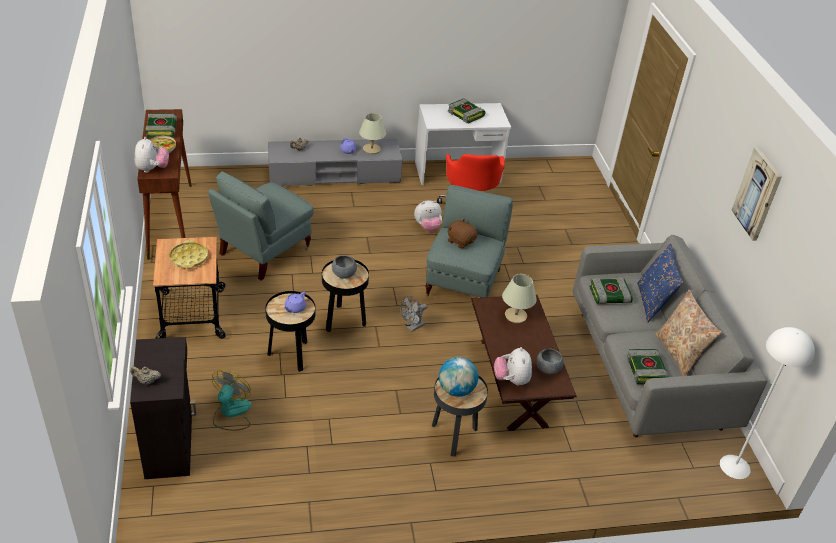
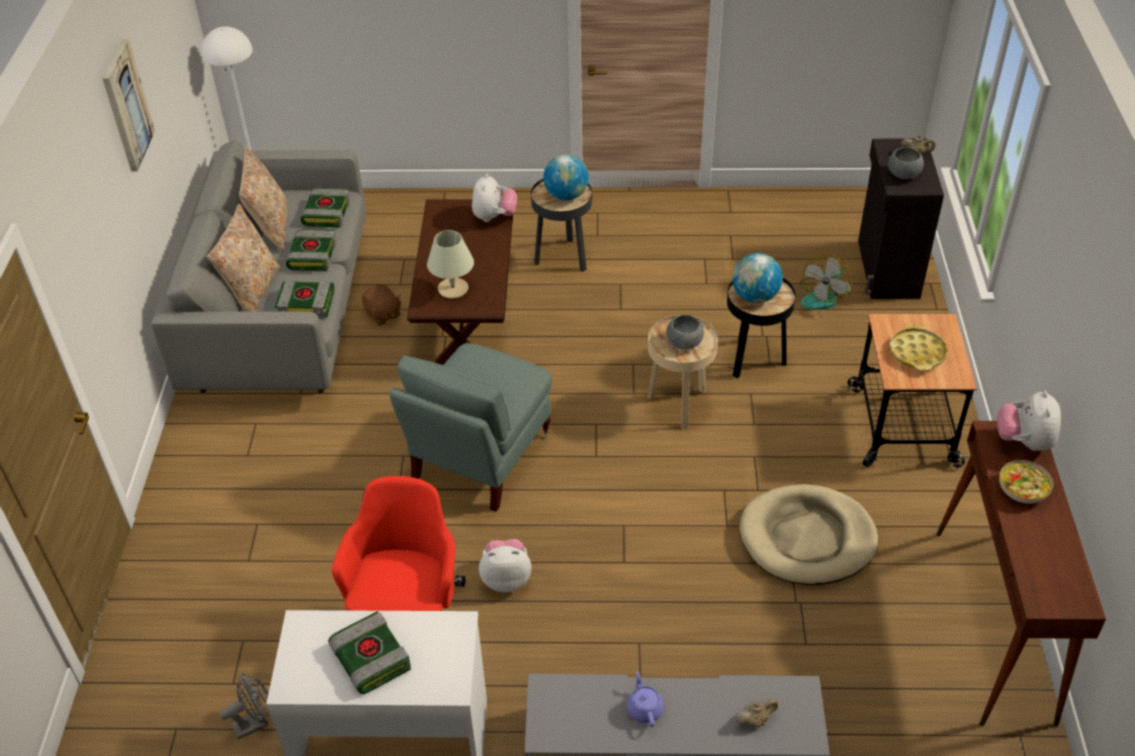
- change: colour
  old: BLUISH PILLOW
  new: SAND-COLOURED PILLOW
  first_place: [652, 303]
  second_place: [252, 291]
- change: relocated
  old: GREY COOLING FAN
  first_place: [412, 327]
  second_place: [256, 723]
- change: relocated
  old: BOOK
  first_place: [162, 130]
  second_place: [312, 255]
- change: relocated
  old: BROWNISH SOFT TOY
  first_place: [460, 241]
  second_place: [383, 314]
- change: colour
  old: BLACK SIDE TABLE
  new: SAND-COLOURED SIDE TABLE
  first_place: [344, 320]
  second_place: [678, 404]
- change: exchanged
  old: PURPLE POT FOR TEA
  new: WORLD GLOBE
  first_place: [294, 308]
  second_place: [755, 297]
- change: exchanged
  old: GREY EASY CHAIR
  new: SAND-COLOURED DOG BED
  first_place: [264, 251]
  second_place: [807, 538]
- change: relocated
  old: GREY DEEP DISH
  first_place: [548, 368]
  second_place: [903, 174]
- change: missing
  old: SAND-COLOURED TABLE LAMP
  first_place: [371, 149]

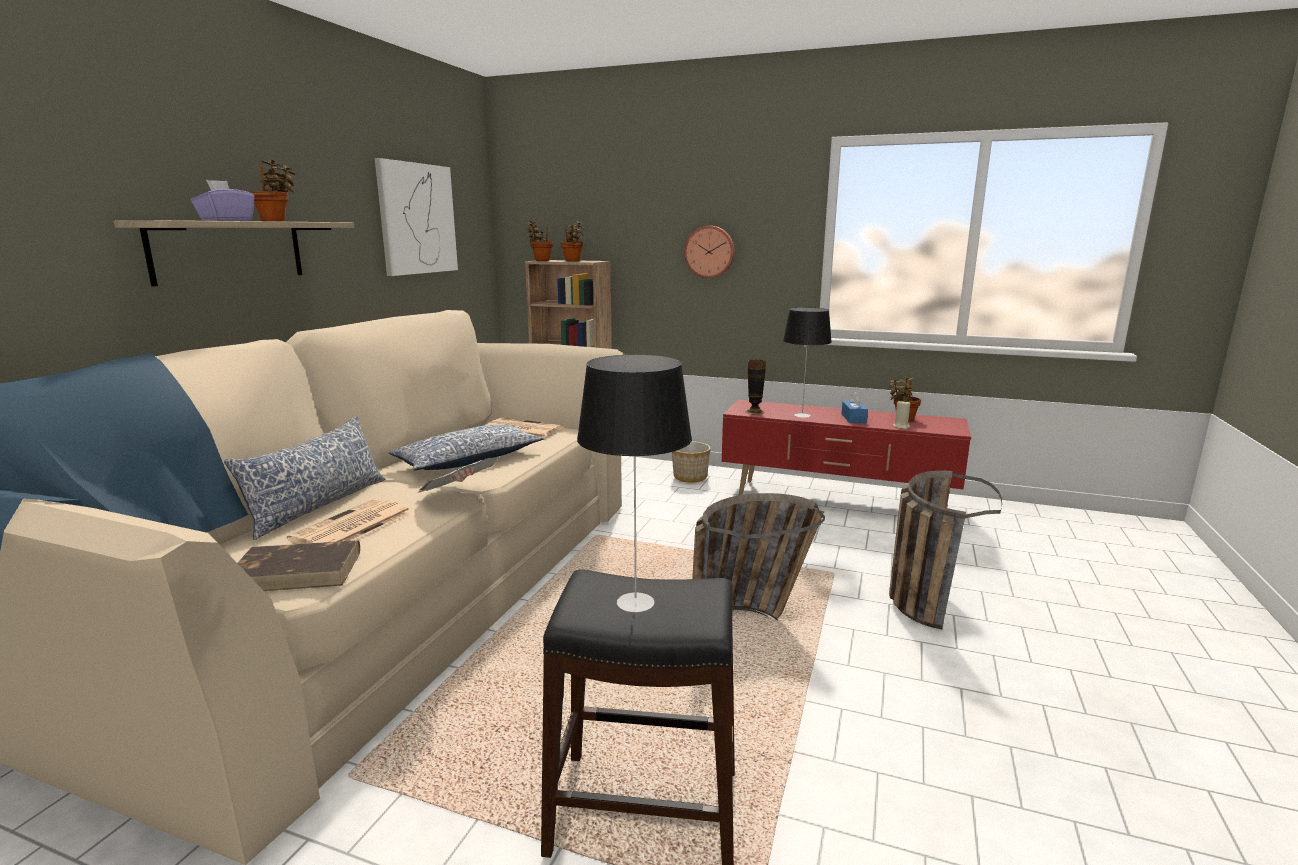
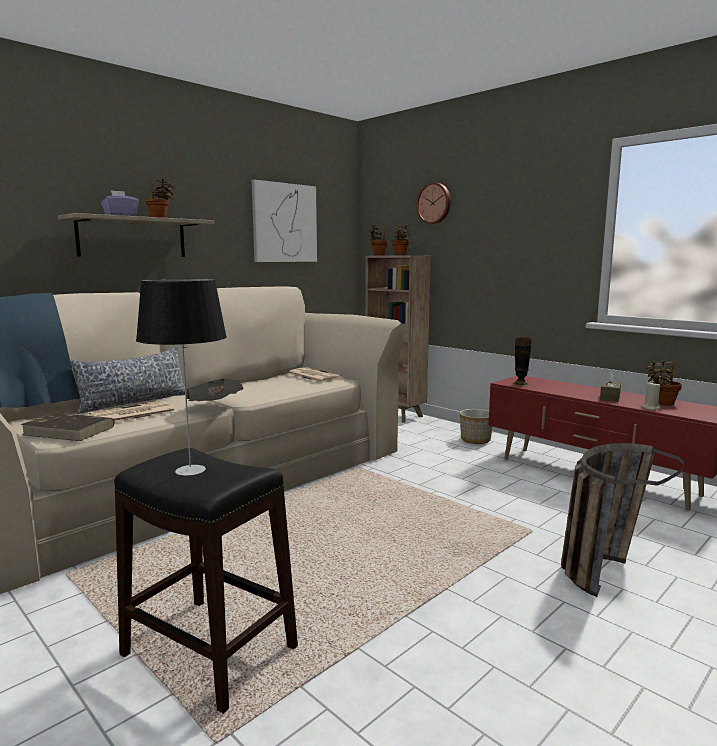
- change: relocated
  old: HANGING CLOCK
  first_place: [710, 252]
  second_place: [434, 203]
- change: colour
  old: BLUISH BOX OF TISSUES
  new: BROWNISH BOX OF TISSUES
  first_place: [853, 418]
  second_place: [610, 397]
- change: missing
  old: PILLOW
  first_place: [468, 461]
- change: missing
  old: HOUSEHOLD BASKET
  first_place: [749, 621]
- change: missing
  old: TABLE LAMP
  first_place: [802, 415]

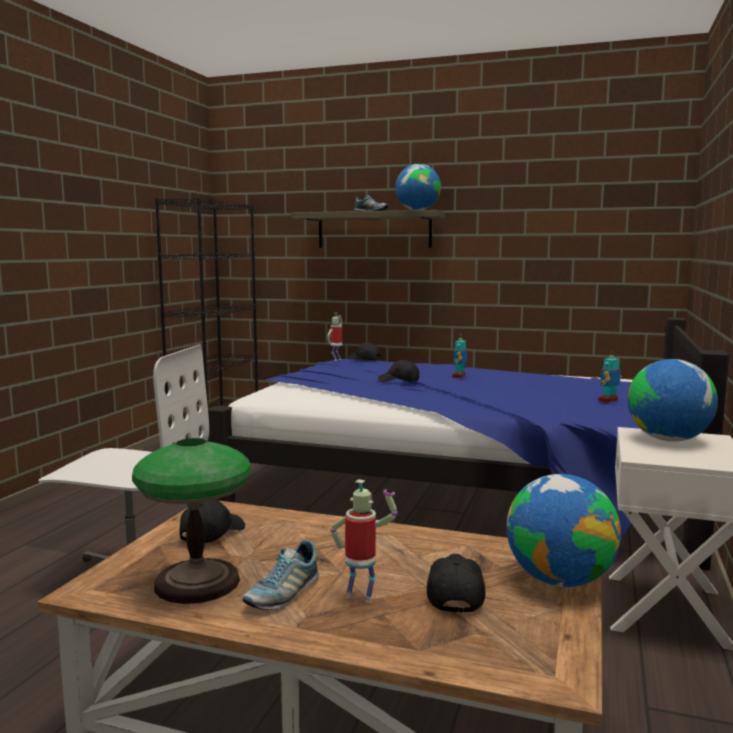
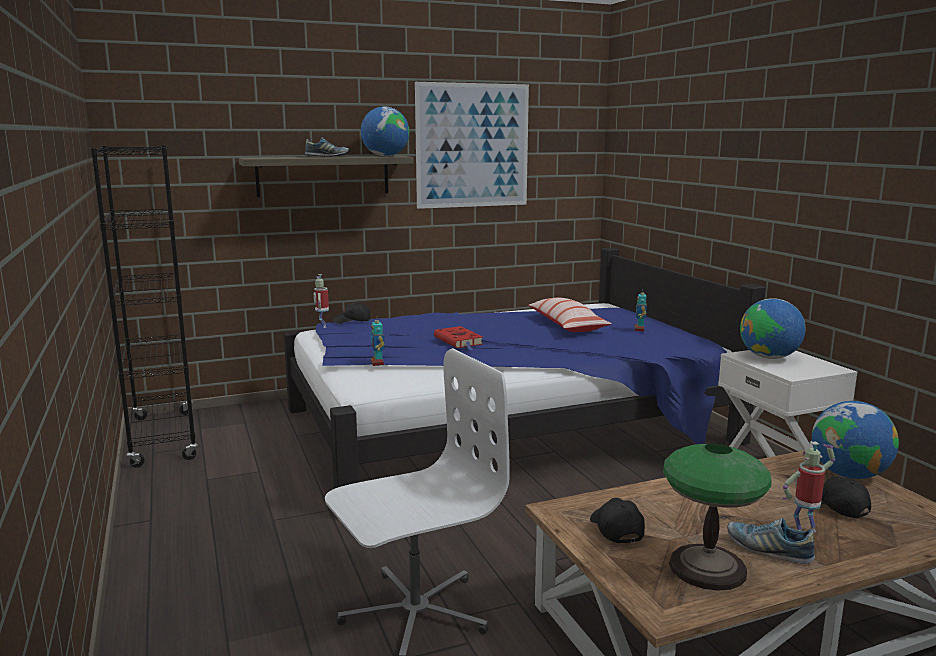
- change: relocated
  old: MODEL ROBOT
  first_place: [459, 376]
  second_place: [377, 363]
- change: appeared
  new: PICTURE
  second_place: [472, 146]
- change: exchanged
  old: BLACK CAP
  new: RED BOOK
  first_place: [399, 381]
  second_place: [459, 341]
- change: appeared
  new: PILLOW
  second_place: [566, 325]
- change: spun
  old: ITEM OF FOOTWEAR
  first_place: [283, 594]
  second_place: [768, 550]
  degrees: 135

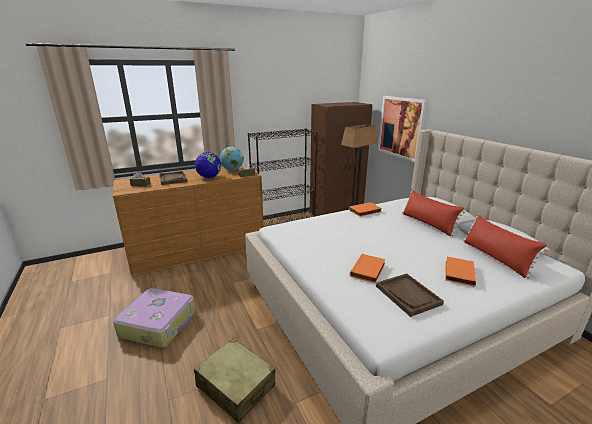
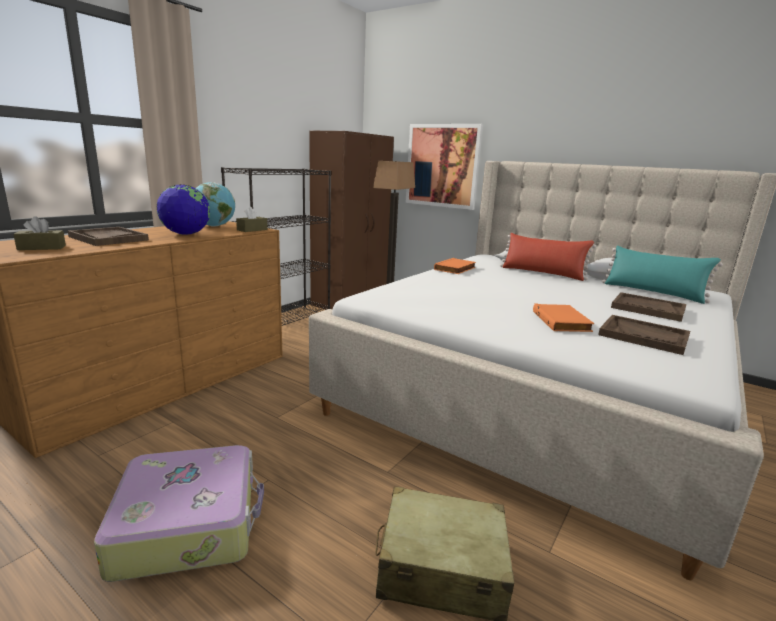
- change: colour
  old: RED PILLOW
  new: BLUE-GREEN PILLOW
  first_place: [495, 258]
  second_place: [653, 292]
- change: exchanged
  old: ORANGE-COLOURED BOOK
  new: BROWNISH SERVING TRAY
  first_place: [458, 273]
  second_place: [647, 308]

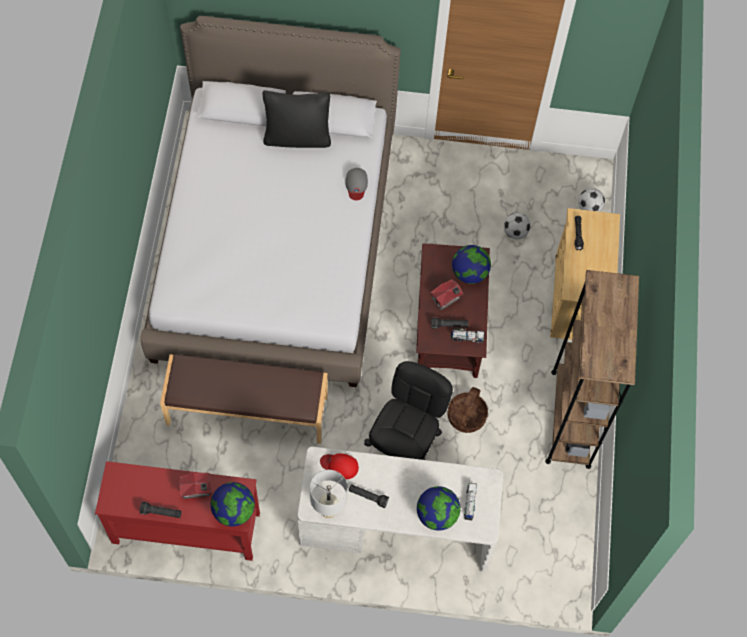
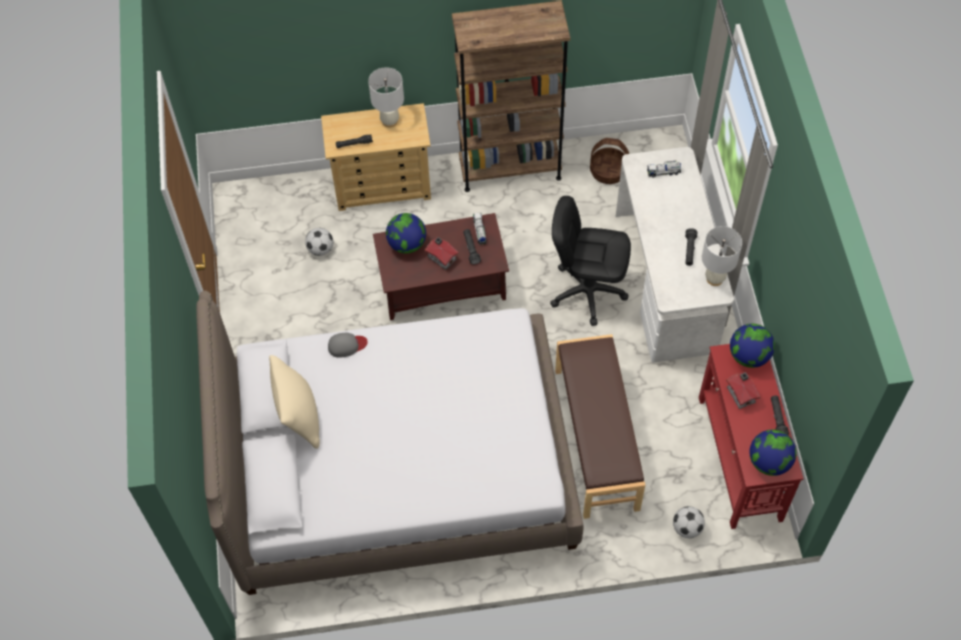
- change: colour
  old: BLACK PILLOW
  new: SAND-COLOURED PILLOW
  first_place: [297, 137]
  second_place: [299, 418]
- change: appeared
  new: WHITE TABLE LAMP
  second_place: [389, 121]
- change: relocated
  old: HOUSEHOLD BASKET
  first_place: [466, 416]
  second_place: [608, 171]
- change: relocated
  old: BALL FOR FOOTBALL
  first_place: [589, 208]
  second_place: [687, 528]
- change: relocated
  old: WORLD GLOBE
  first_place: [437, 515]
  second_place: [769, 462]
- change: missing
  old: RED CAP
  first_place: [340, 465]

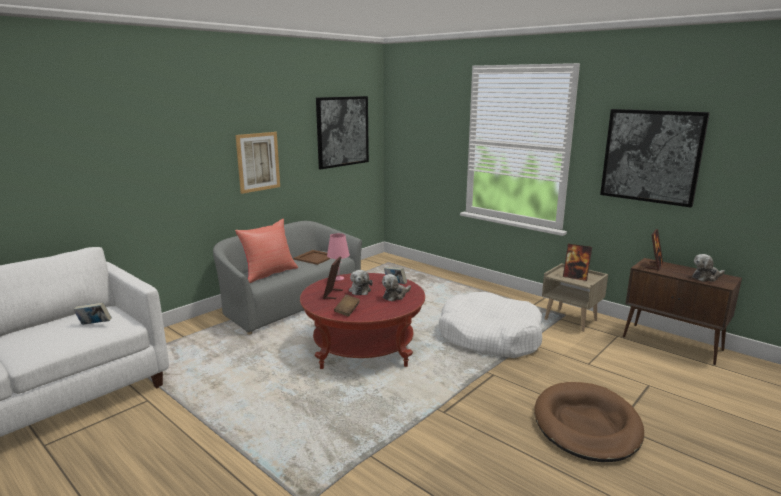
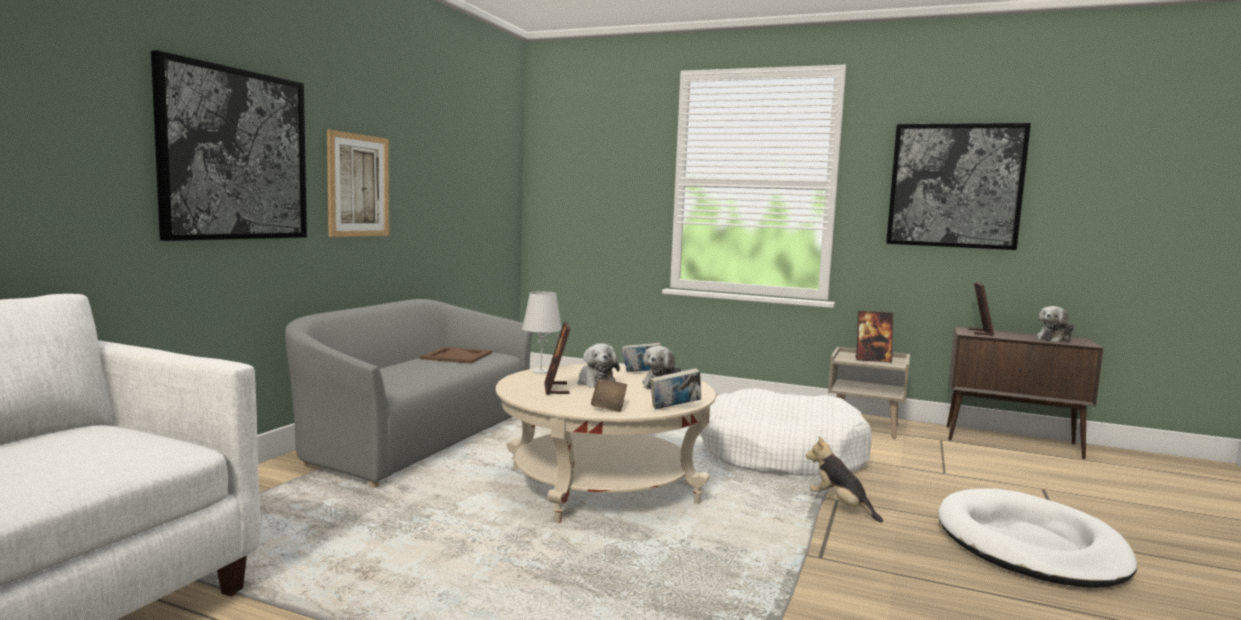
- change: relocated
  old: PICTURE
  first_place: [342, 131]
  second_place: [235, 155]
- change: colour
  old: RED LOW TABLE
  new: SAND-COLOURED LOW TABLE
  first_place: [363, 347]
  second_place: [602, 485]
- change: colour
  old: PINK TABLE LAMP
  new: WHITE TABLE LAMP
  first_place: [339, 278]
  second_place: [541, 371]
- change: relocated
  old: BOOK
  first_place: [94, 325]
  second_place: [675, 408]
- change: appeared
  new: SOFT TOY
  second_place: [840, 506]
- change: colour
  old: BROWNISH DOG BED
  new: WHITE DOG BED
  first_place: [586, 425]
  second_place: [1030, 545]
- change: missing
  old: RED PILLOW
  first_place: [269, 273]

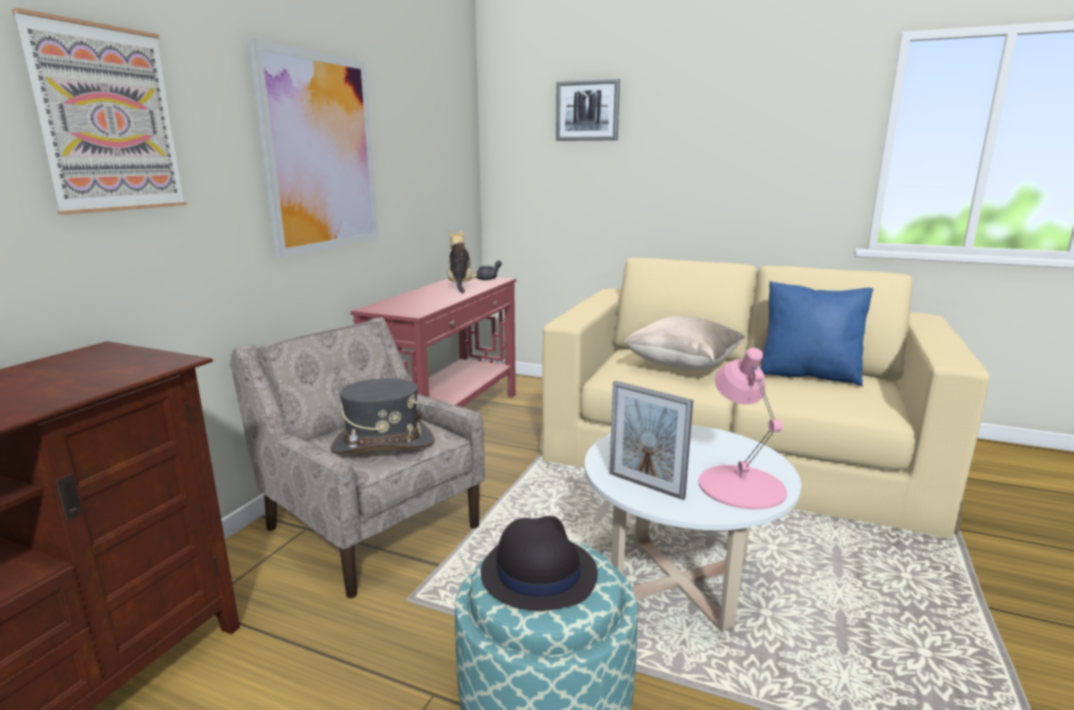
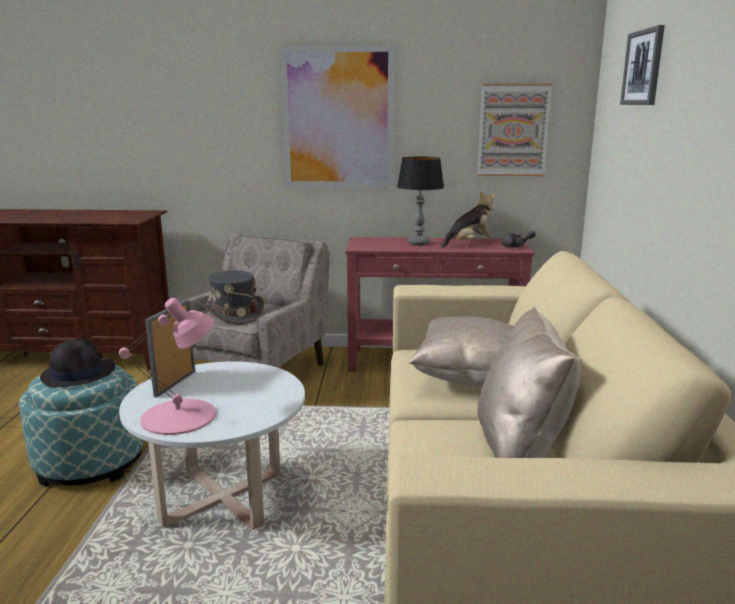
- change: appeared
  new: TABLE LAMP
  second_place: [419, 243]
- change: relocated
  old: PICTURE
  first_place: [107, 120]
  second_place: [513, 130]
- change: colour
  old: BLUISH PILLOW
  new: SAND-COLOURED PILLOW
  first_place: [808, 375]
  second_place: [520, 449]

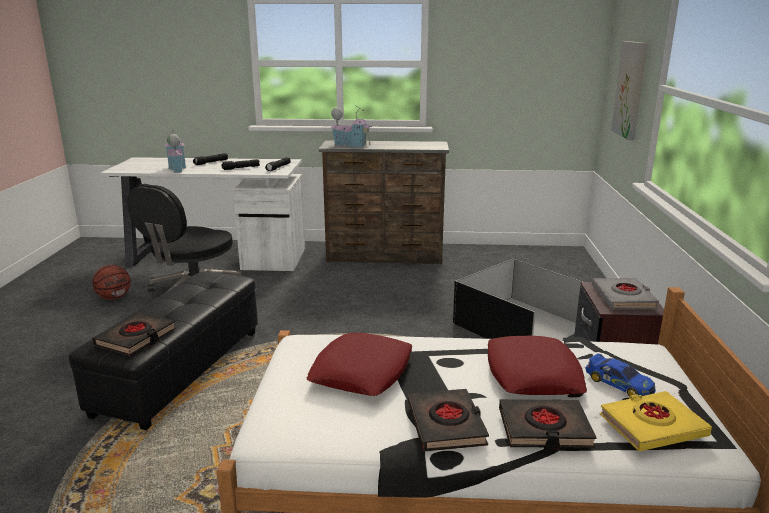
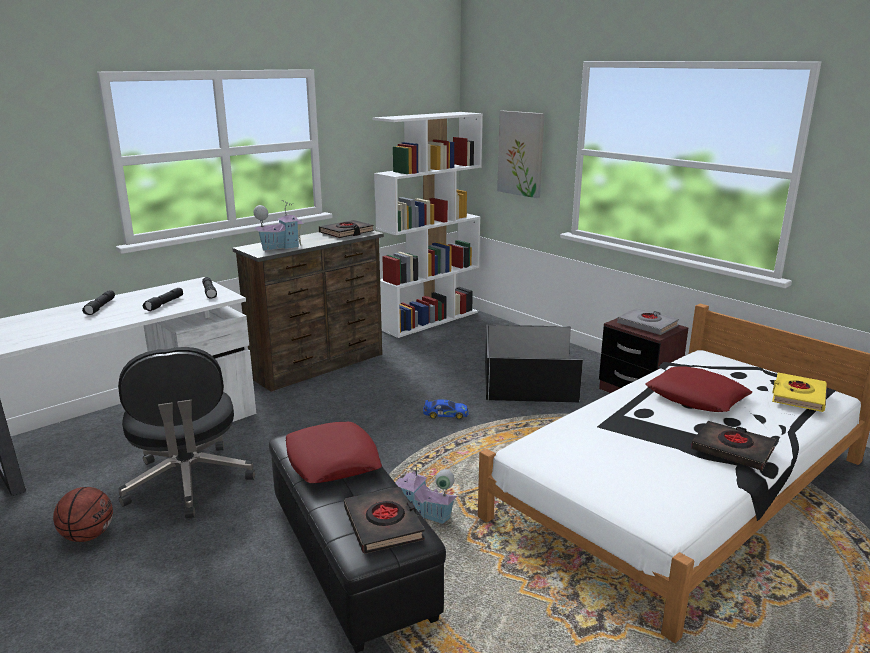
- change: relocated
  old: RED PILLOW
  first_place: [362, 372]
  second_place: [332, 461]
- change: relocated
  old: BLACK BOOK
  first_place: [544, 429]
  second_place: [346, 232]
- change: appeared
  new: WHITE SHELVING UNIT
  second_place: [430, 320]
- change: relocated
  old: MINIATURE HOUSE
  first_place: [177, 169]
  second_place: [424, 515]
- change: relocated
  old: TOY CAR
  first_place: [619, 384]
  second_place: [446, 414]

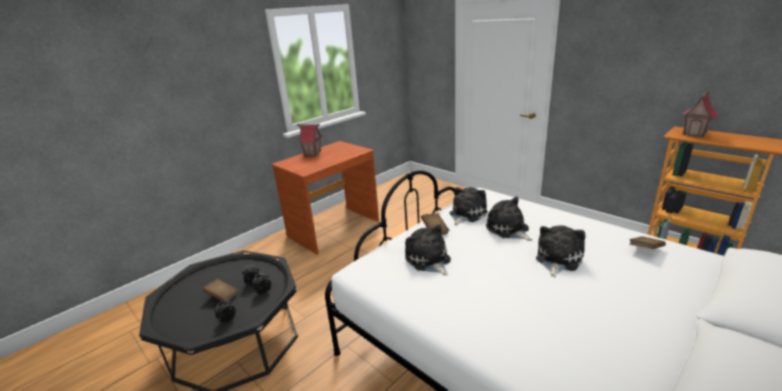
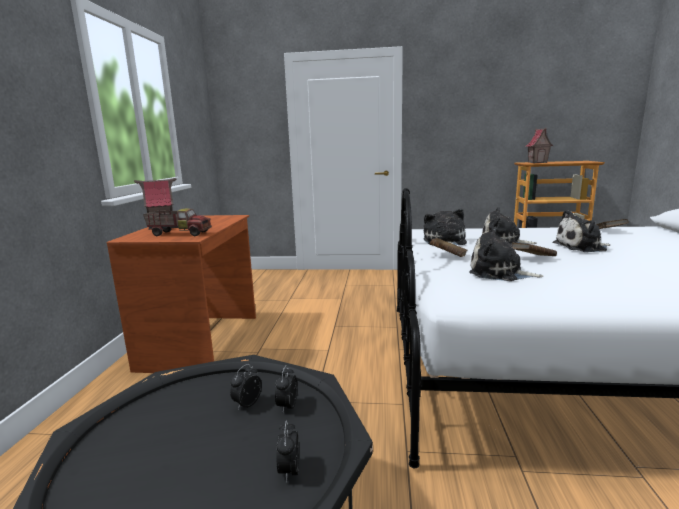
- change: appeared
  new: MODEL TRUCK
  second_place: [179, 233]
- change: relocated
  old: BROWNISH BOOK
  first_place: [222, 296]
  second_place: [532, 259]
- change: spun
  old: SOFT TOY
  first_place: [557, 259]
  second_place: [582, 247]
  degrees: -90

